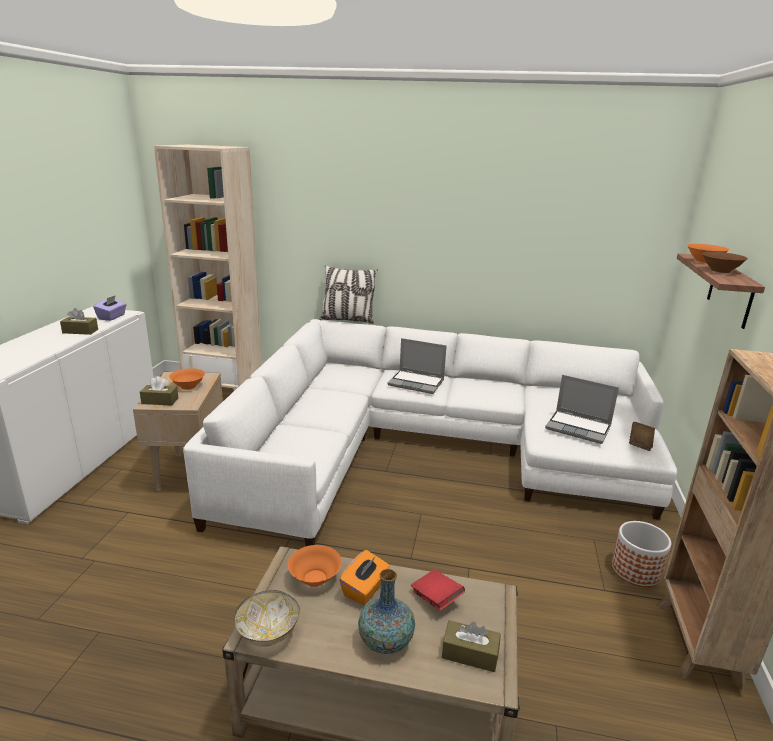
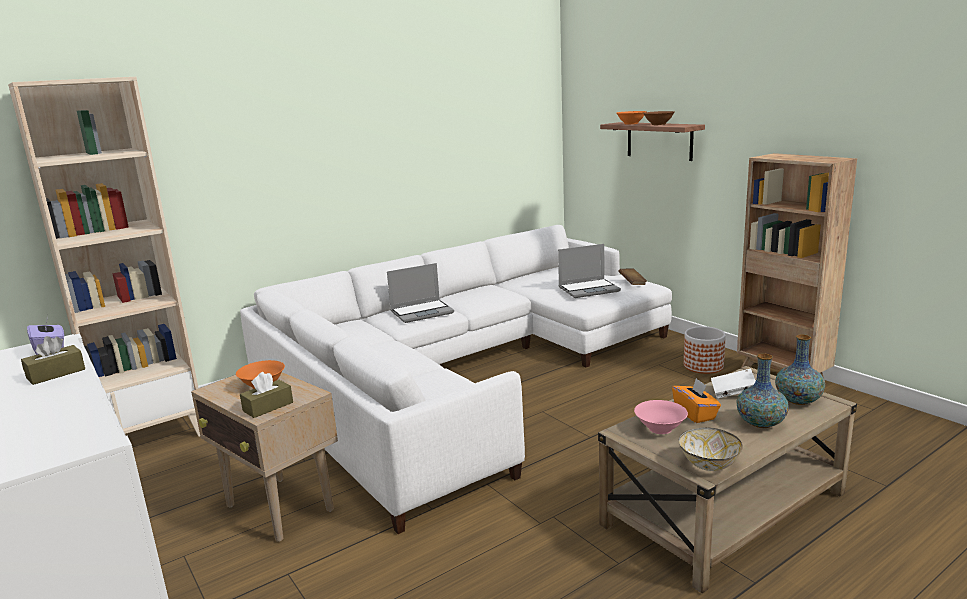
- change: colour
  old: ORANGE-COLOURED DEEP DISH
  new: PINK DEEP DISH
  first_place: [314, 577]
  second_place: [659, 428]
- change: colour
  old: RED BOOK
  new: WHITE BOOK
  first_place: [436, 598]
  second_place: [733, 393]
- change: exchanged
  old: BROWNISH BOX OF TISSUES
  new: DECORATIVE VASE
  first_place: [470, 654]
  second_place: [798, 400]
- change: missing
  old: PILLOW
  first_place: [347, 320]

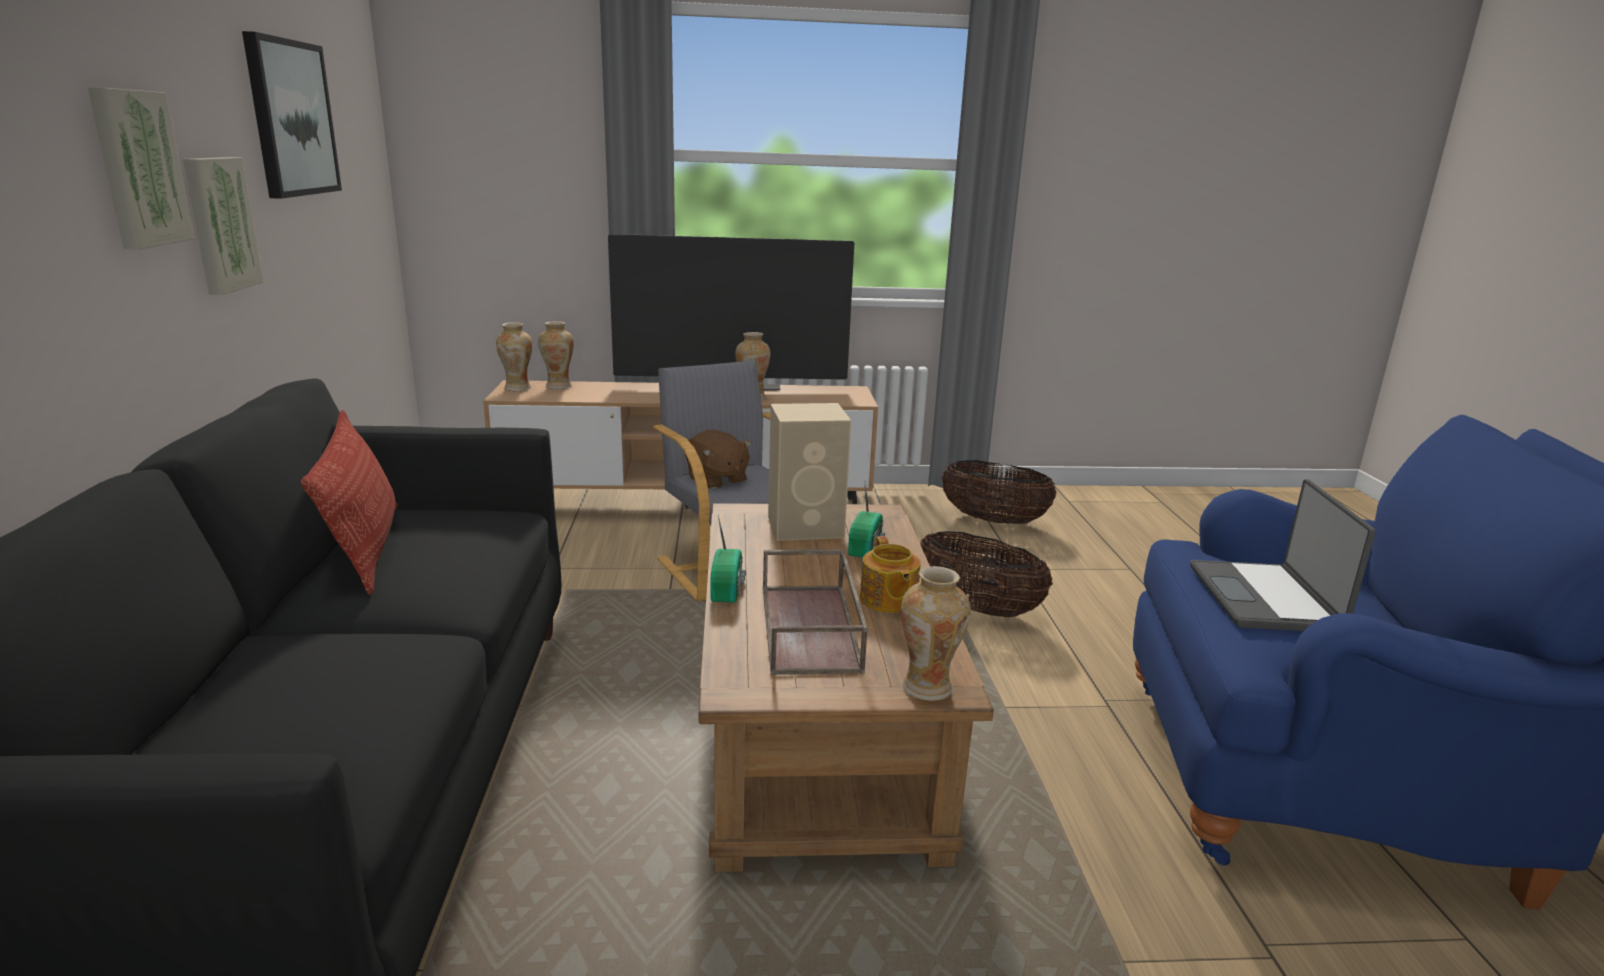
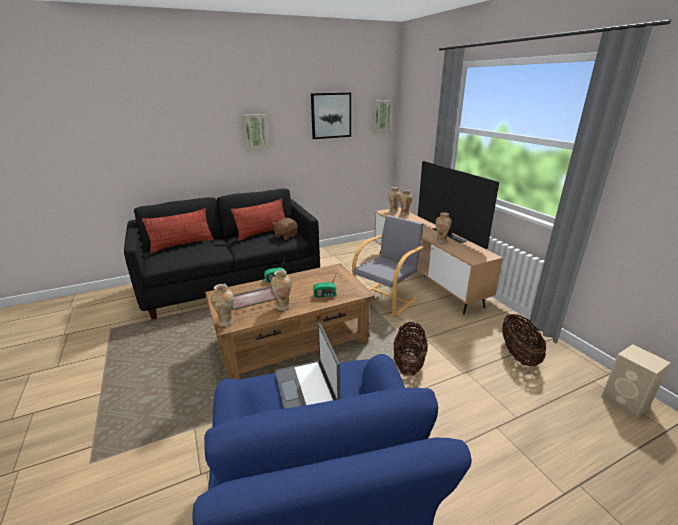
- change: appeared
  new: PILLOW
  second_place: [182, 245]
- change: exchanged
  old: POT FOR TEA
  new: DECORATIVE VASE
  first_place: [888, 600]
  second_place: [283, 306]
- change: relocated
  old: BROWNISH SOFT TOY
  first_place: [716, 480]
  second_place: [285, 236]
- change: spun
  old: LAPTOP
  first_place: [1266, 598]
  second_place: [307, 389]
  degrees: -90
- change: relocated
  old: PICTURE
  first_place: [219, 224]
  second_place: [381, 116]
- change: relocated
  old: SAND-COLOURED AUDIO SPEAKER
  first_place: [807, 527]
  second_place: [626, 403]

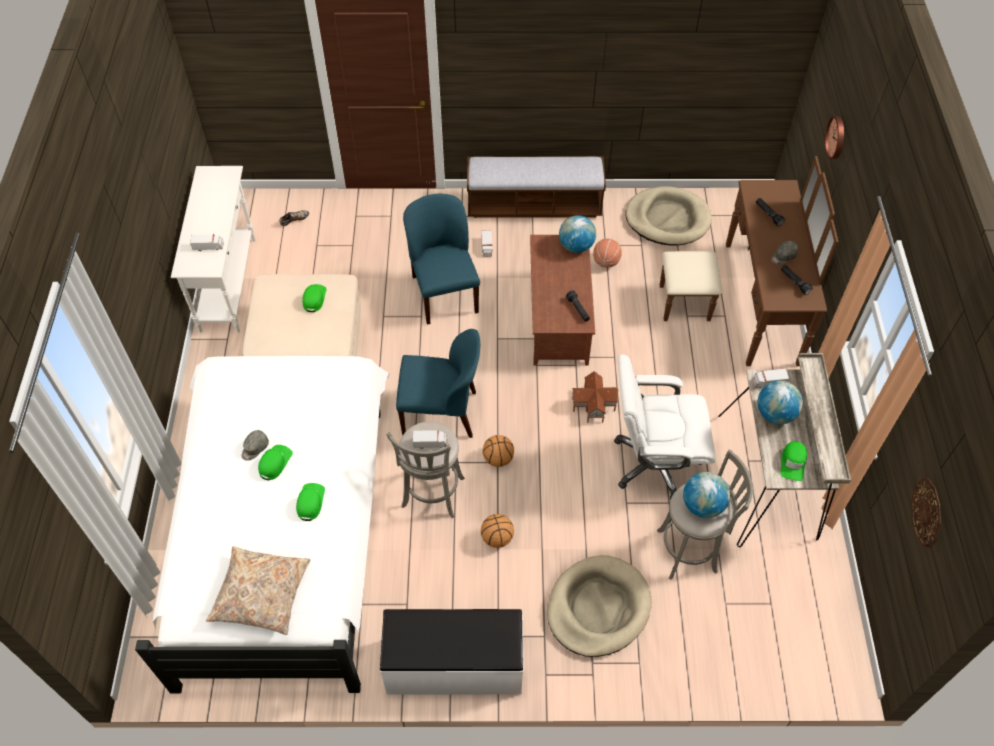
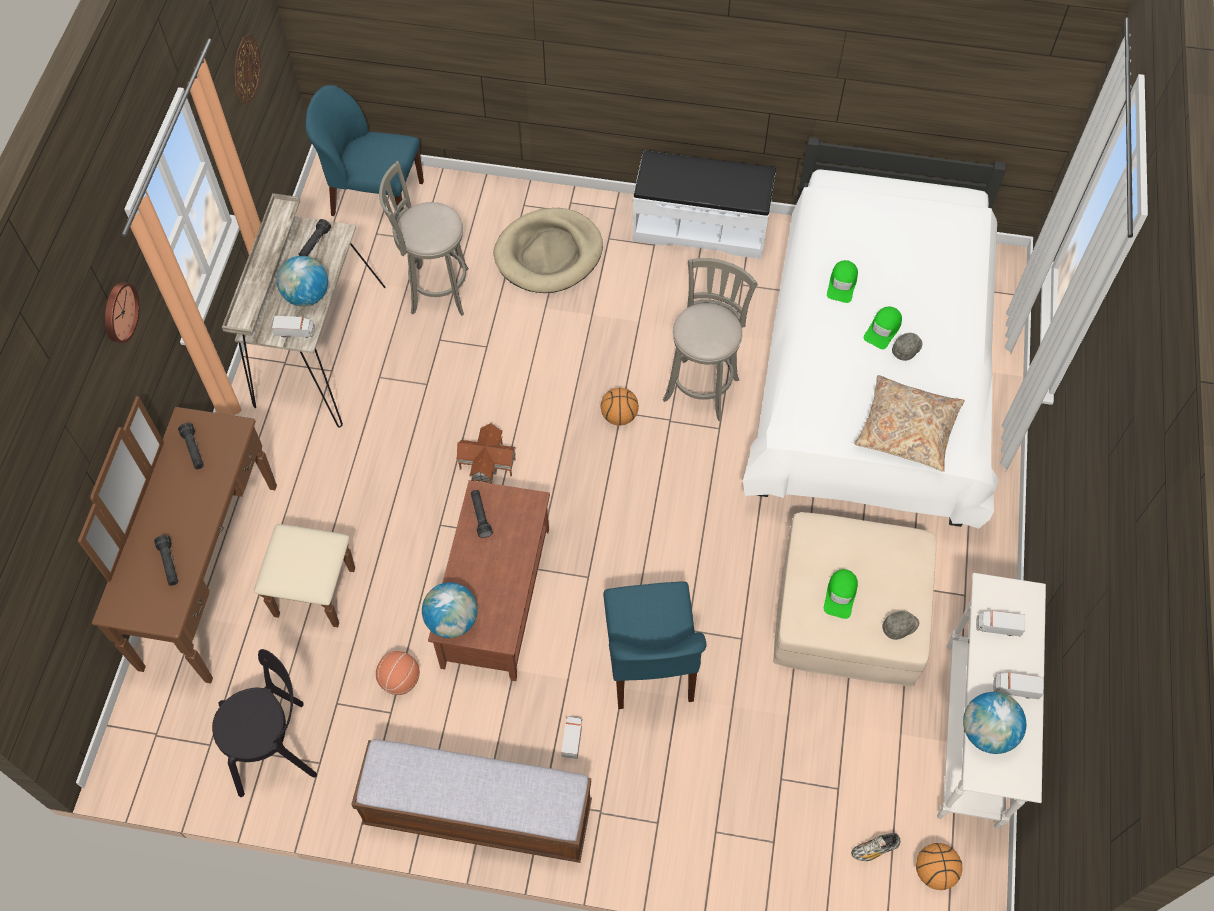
- change: relocated
  old: HANGING CLOCK
  first_place: [836, 137]
  second_place: [118, 312]
- change: exchanged
  old: SAND-COLOURED DOG BED
  new: BLACK PLAIN CHAIR
  first_place: [667, 219]
  second_place: [277, 747]
- change: exchanged
  old: GREENISH CAP
  new: BLACK TORCH
  first_place: [793, 463]
  second_place: [315, 244]
- change: relocated
  old: BLUISH PLAIN CHAIR
  first_place: [441, 413]
  second_place: [375, 198]
- change: relocated
  old: SAND-COLOURED PILLOW
  first_place: [261, 594]
  second_place: [907, 429]
- change: relocated
  old: GREY CAP
  first_place: [783, 256]
  second_place: [900, 627]
- change: relocated
  old: BALL FOR BASKETBALL
  first_place: [497, 537]
  second_place: [934, 872]
- change: relocated
  old: WORLD GLOBE
  first_place: [702, 505]
  second_place: [987, 732]
- change: relocated
  old: MODEL TRUCK
  first_place: [430, 443]
  second_place: [1015, 688]
- change: missing
  old: WHITE DESK CHAIR
  first_place: [654, 463]

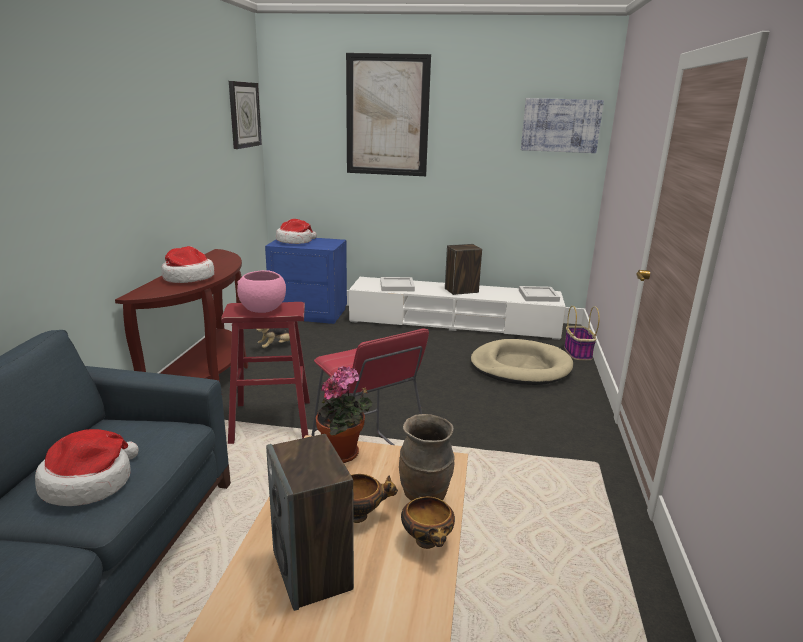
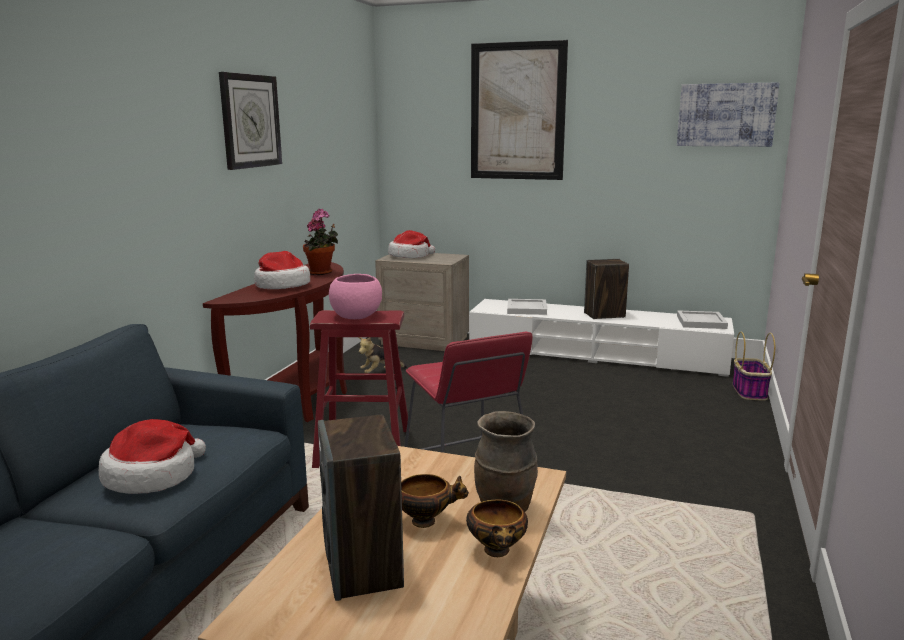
- change: relocated
  old: HANGING CLOCK
  first_place: [244, 115]
  second_place: [250, 121]
- change: relocated
  old: HOUSEPLANT
  first_place: [343, 454]
  second_place: [322, 273]
- change: colour
  old: BLUISH NIGHTSTAND
  new: SAND-COLOURED NIGHTSTAND
  first_place: [309, 313]
  second_place: [425, 340]
- change: missing
  old: SAND-COLOURED DOG BED
  first_place: [520, 367]

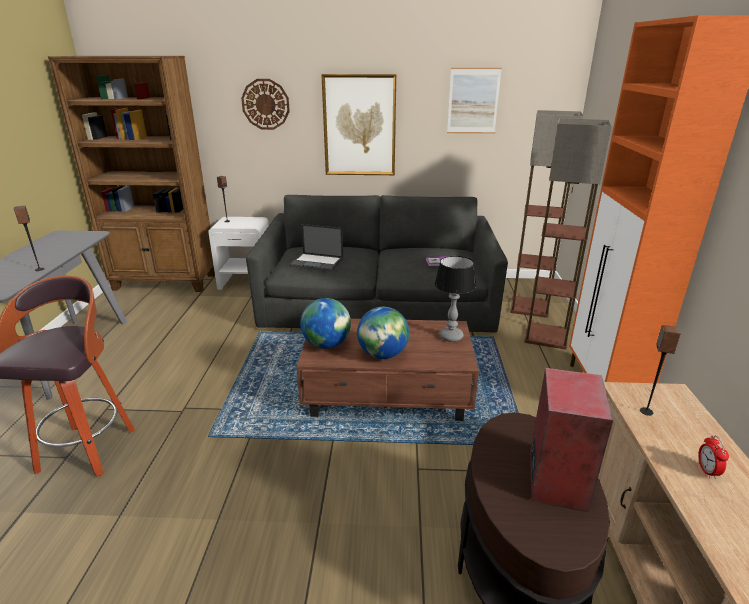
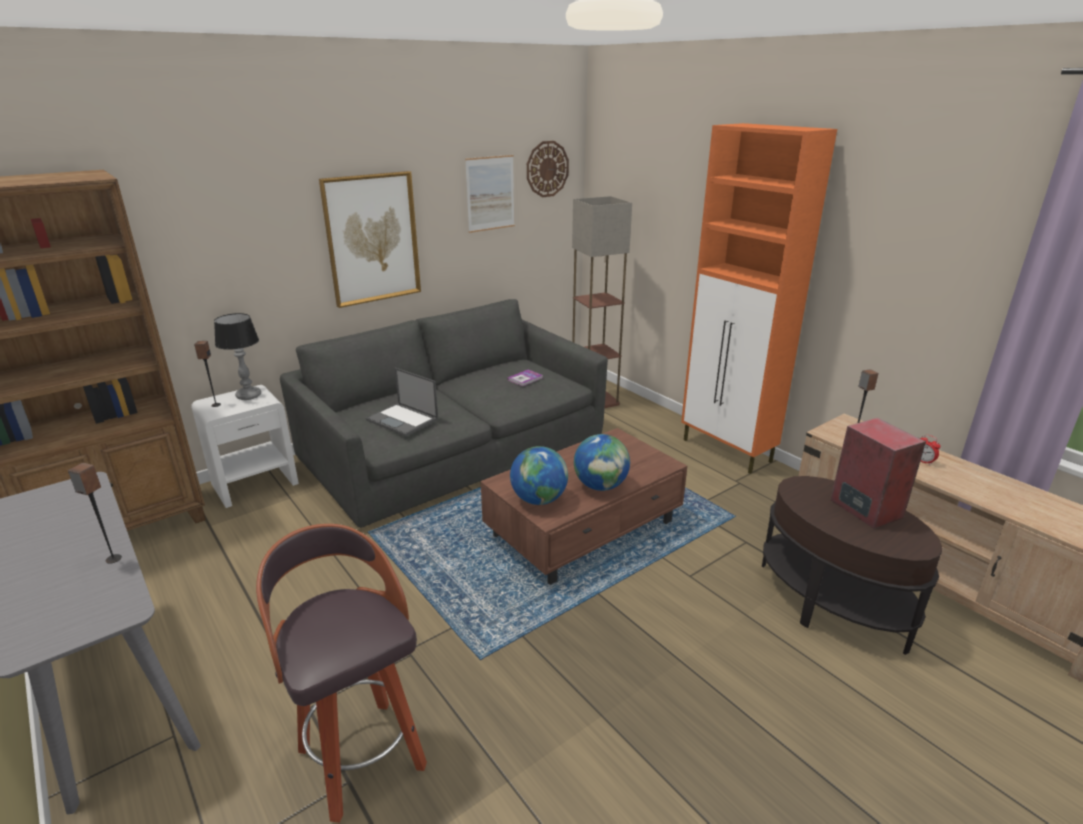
- change: relocated
  old: TABLE LAMP
  first_place: [451, 336]
  second_place: [249, 396]
- change: spun
  old: LAPTOP
  first_place: [317, 262]
  second_place: [403, 420]
  degrees: 60
- change: relocated
  old: HANGING CLOCK
  first_place: [265, 104]
  second_place: [547, 169]
- change: missing
  old: STANDING LAMP
  first_place: [547, 336]

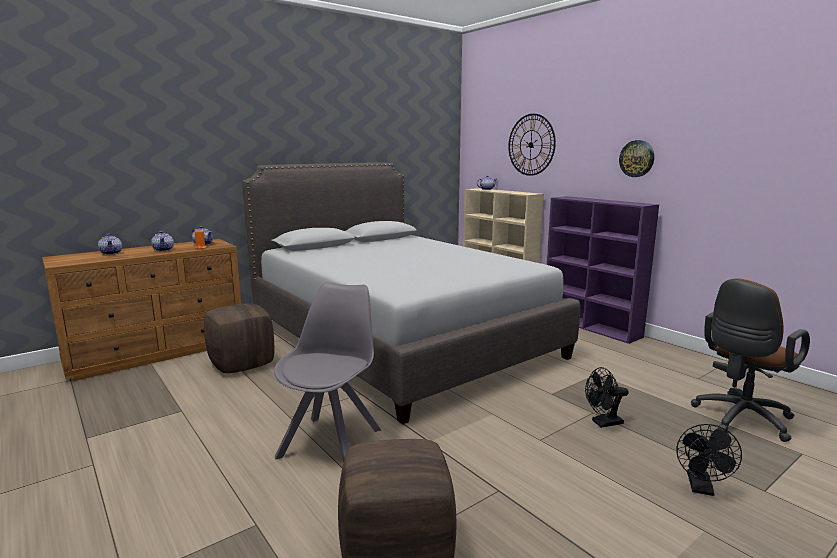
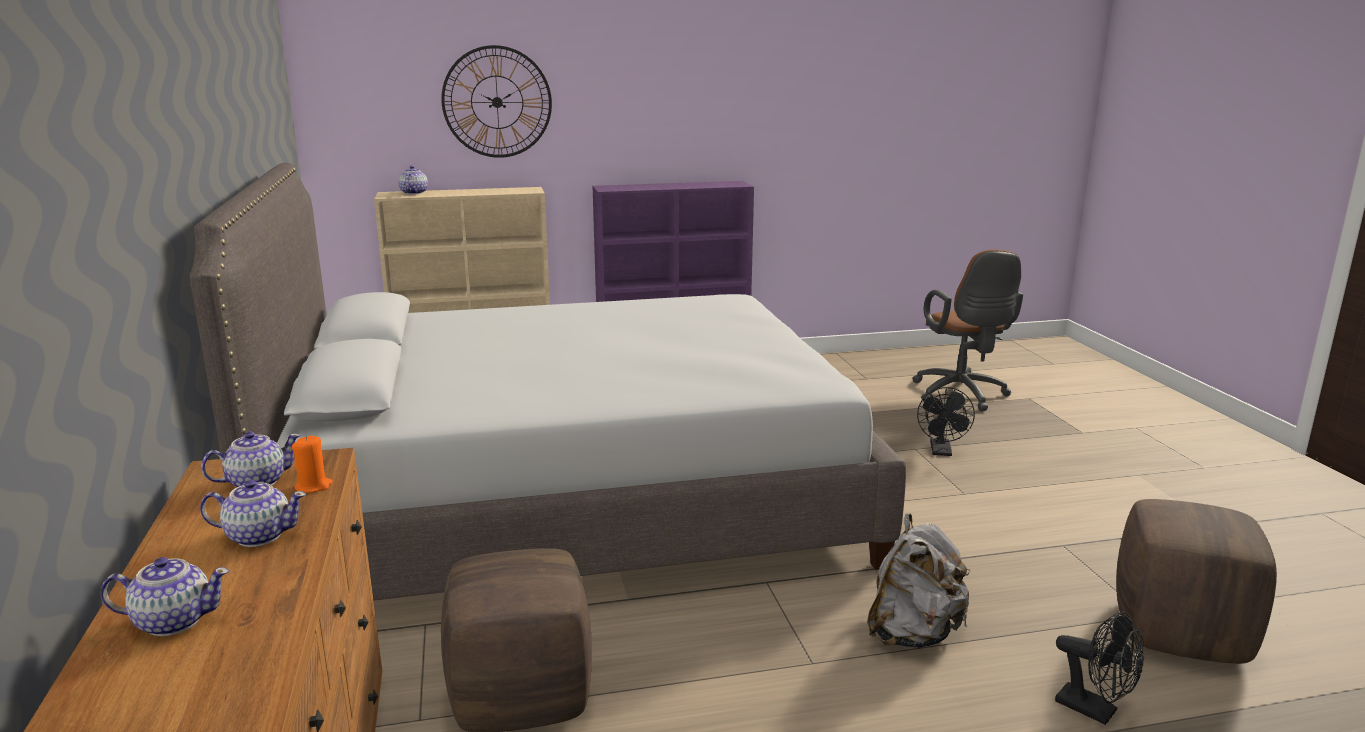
- change: exchanged
  old: GREY PLAIN CHAIR
  new: GREY RUCKSACK
  first_place: [332, 441]
  second_place: [913, 634]
- change: relocated
  old: BLACK COOLING FAN
  first_place: [701, 488]
  second_place: [1095, 710]
- change: missing
  old: HANGING CLOCK
  first_place: [636, 158]

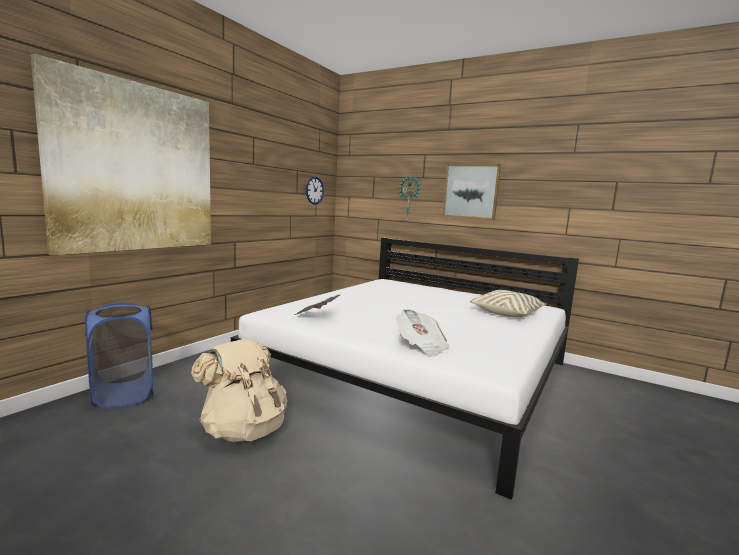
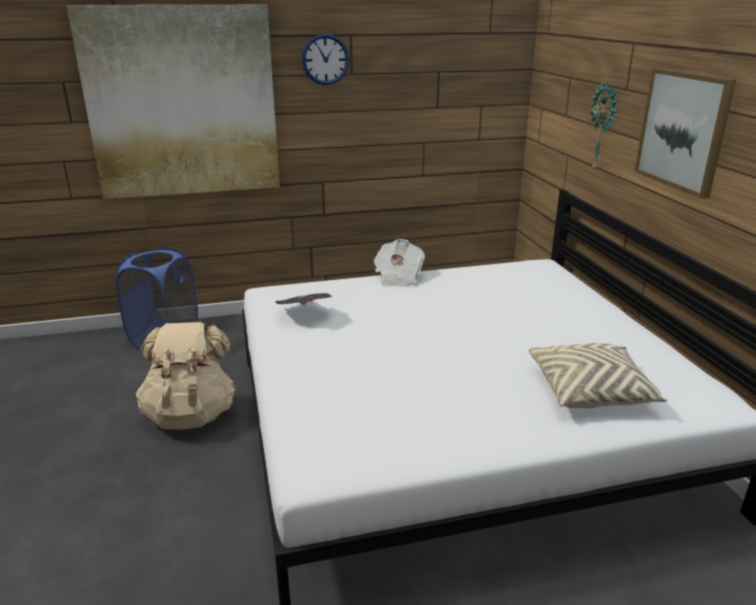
- change: relocated
  old: HANGING CLOCK
  first_place: [314, 190]
  second_place: [325, 59]
- change: relocated
  old: NEWSPAPER
  first_place: [421, 346]
  second_place: [397, 276]

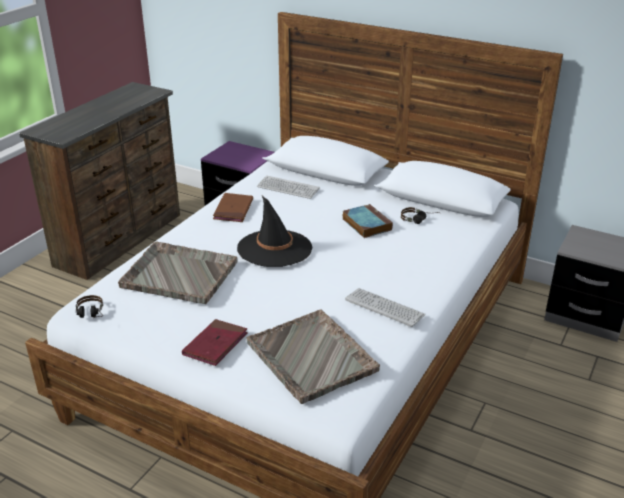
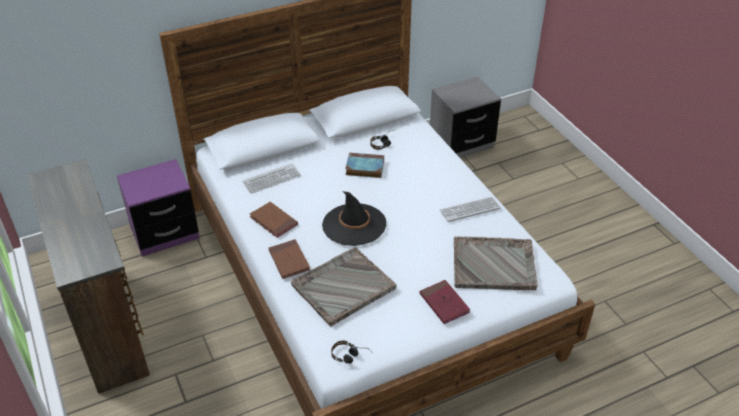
- change: appeared
  new: BROWNISH BOOK
  second_place: [289, 261]

